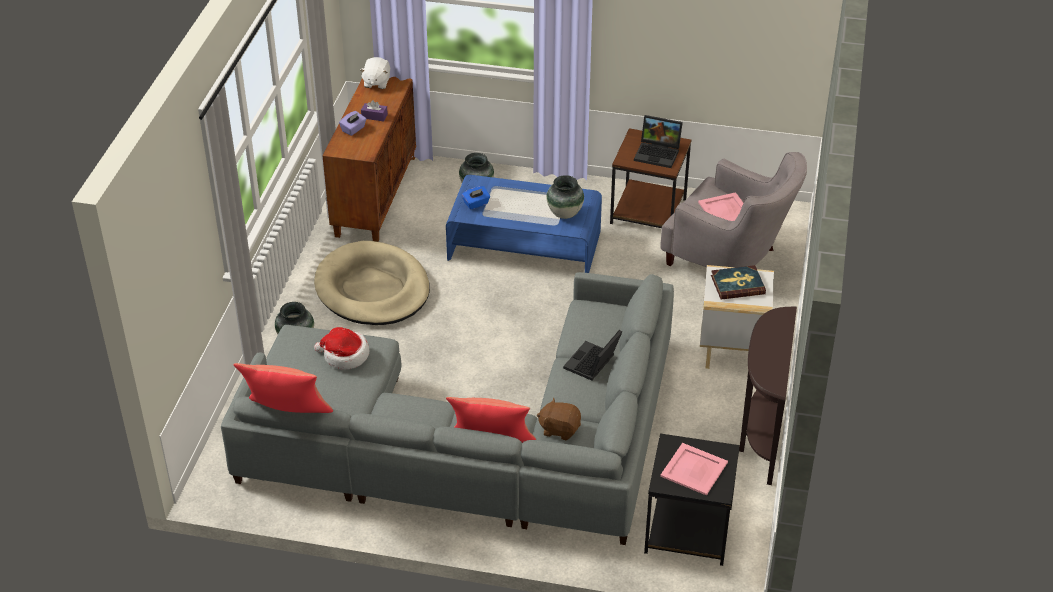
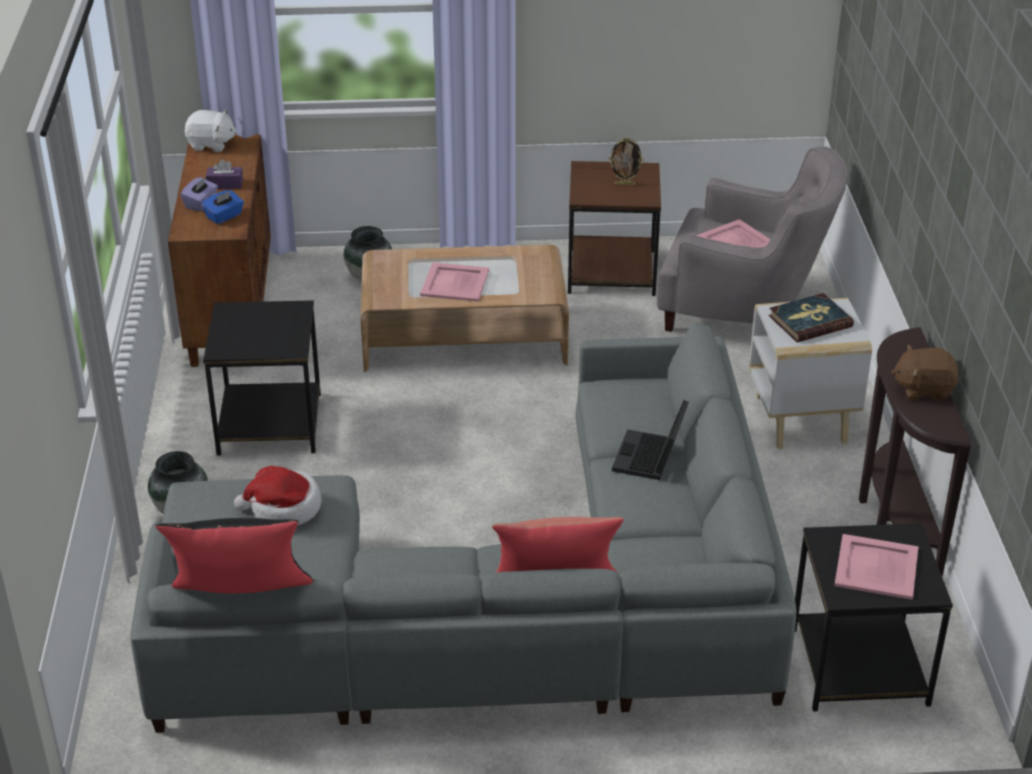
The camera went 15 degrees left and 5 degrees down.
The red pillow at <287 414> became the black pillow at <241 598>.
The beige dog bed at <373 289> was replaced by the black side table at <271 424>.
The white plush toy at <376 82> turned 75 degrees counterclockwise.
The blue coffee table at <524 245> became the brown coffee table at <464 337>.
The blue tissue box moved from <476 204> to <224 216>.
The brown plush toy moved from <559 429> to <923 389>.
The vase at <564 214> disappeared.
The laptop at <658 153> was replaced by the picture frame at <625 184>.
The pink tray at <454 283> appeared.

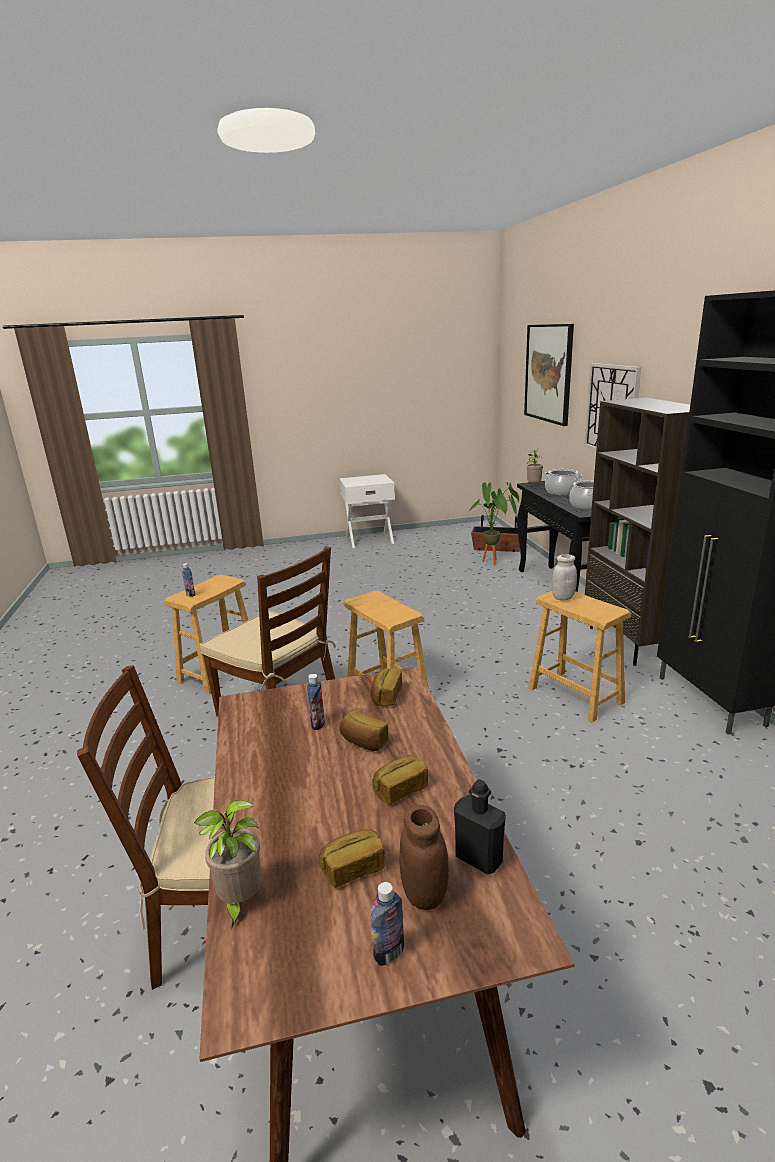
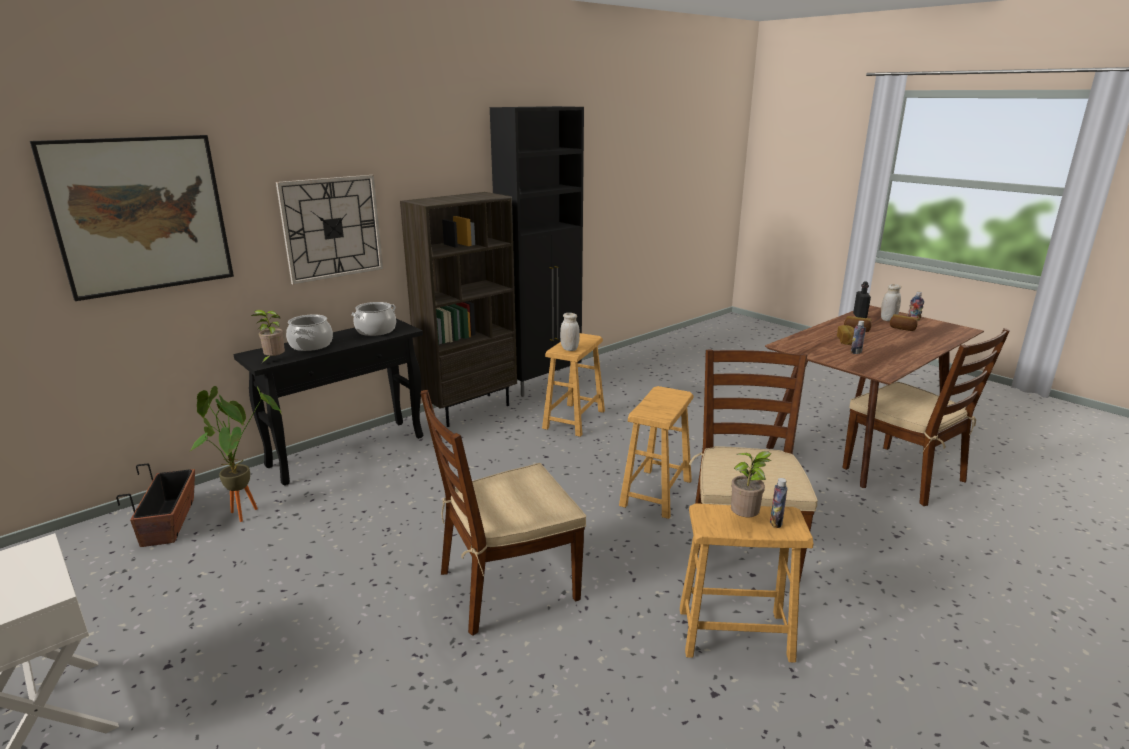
The camera went 120 degrees left and 0 degrees up.
The potted plant moved from <240 902> to <745 519>.
The bread at <385 696> disappeared.
The brown jar at <424 894> became the white jar at <888 319>.
The brown chair at <507 586> appeared.

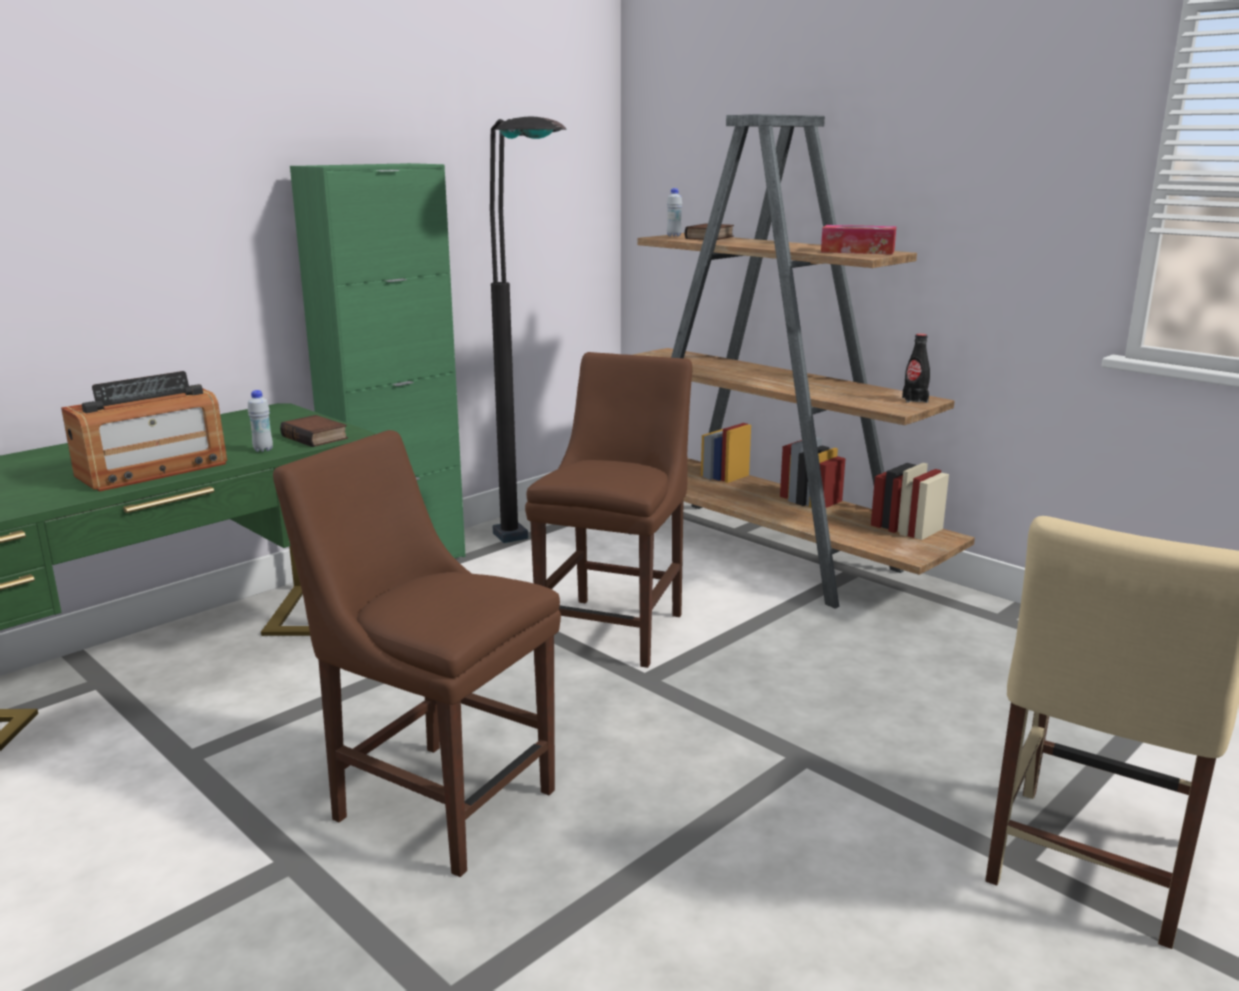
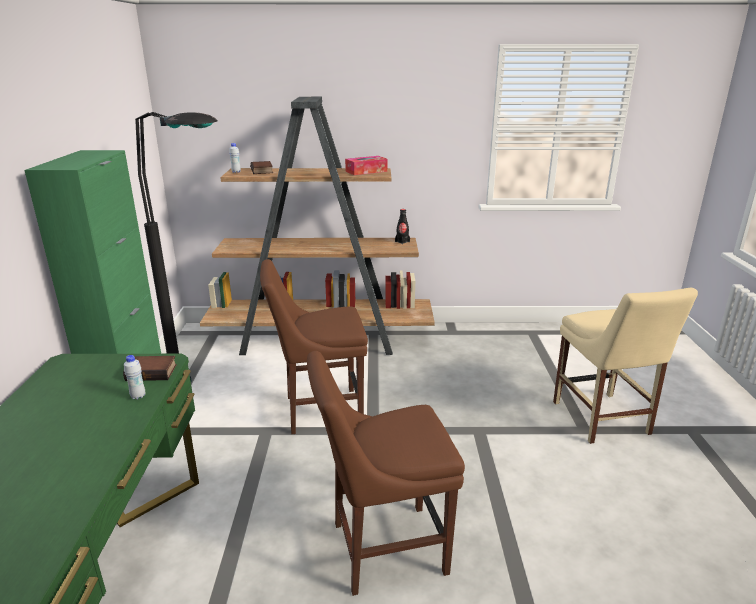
The camera went 45 degrees left and 5 degrees up.
The radio at <152 470> disappeared.
The brown chair at <615 628> turned 75 degrees counterclockwise.

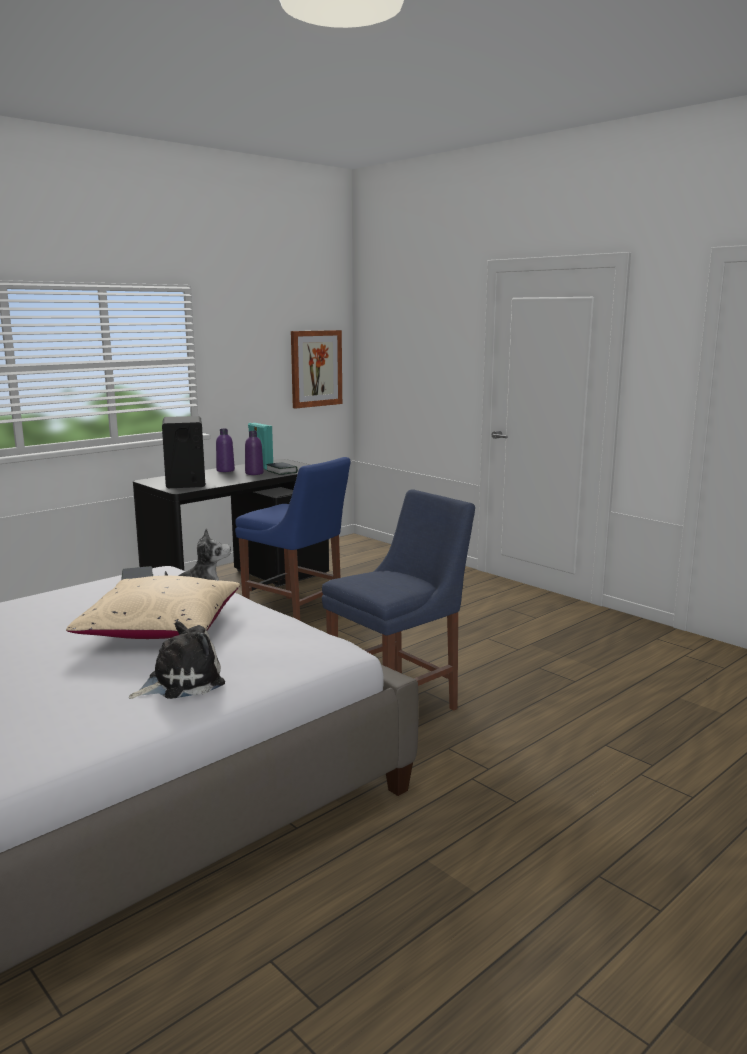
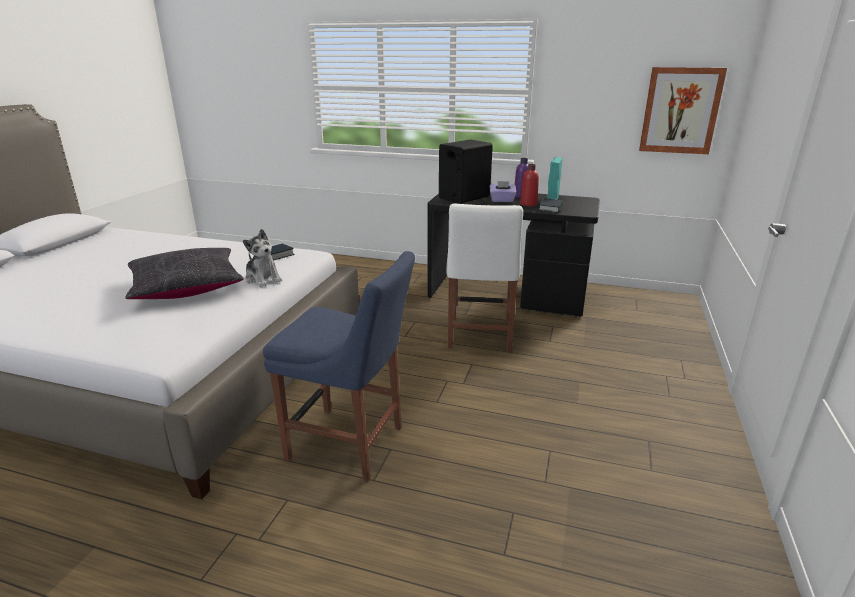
The camera went 60 degrees right and 10 degrees up.
The beige pillow at <161 629> became the black pillow at <187 287>.
The plush toy at <181 682> disappeared.
The blue chair at <296 614> became the white chair at <479 336>.
The purple bottle at <254 473> became the red bottle at <528 204>.
The purple tissue box at <502 200> appeared.

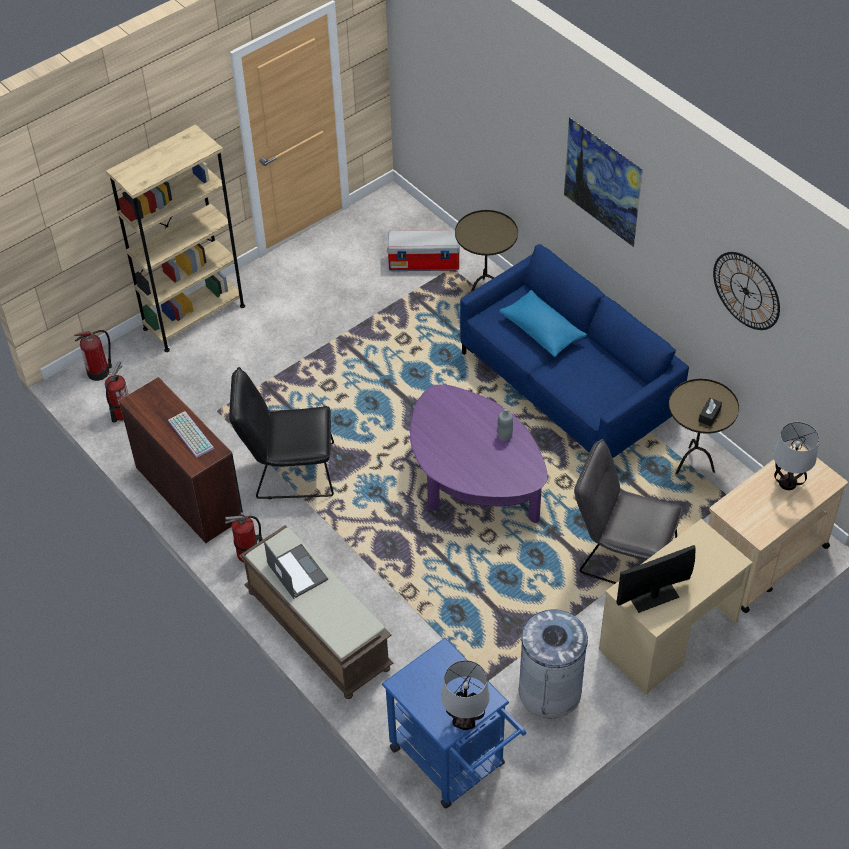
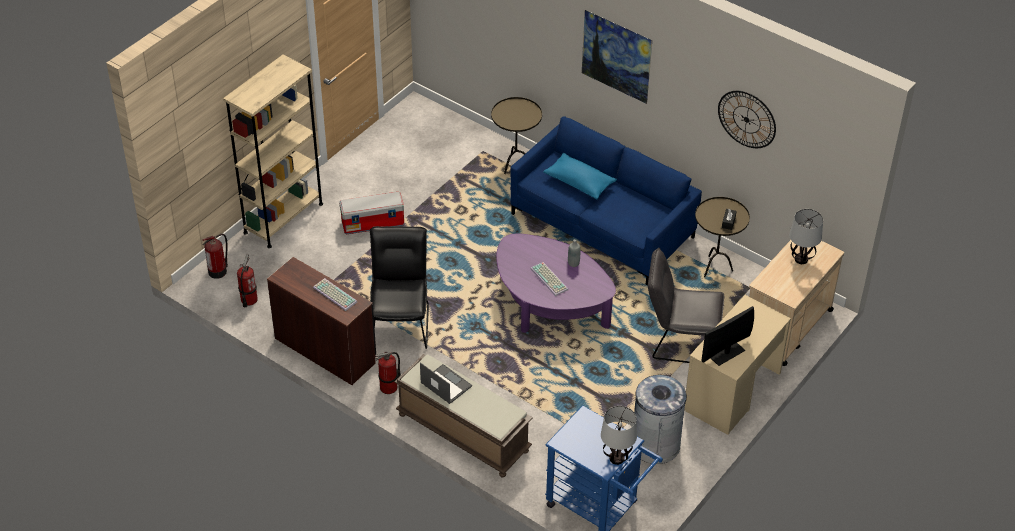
The camera went 15 degrees left and 5 degrees down.
The black chair at <288 471> turned 105 degrees clockwise.
The storage box moved from <424 262> to <373 223>.
The keyboard at <550 279> appeared.

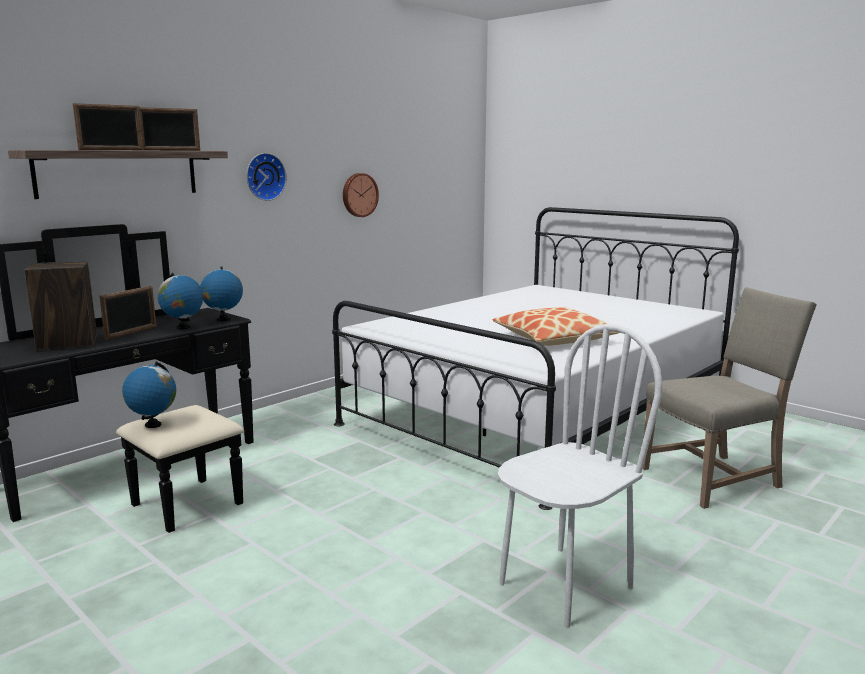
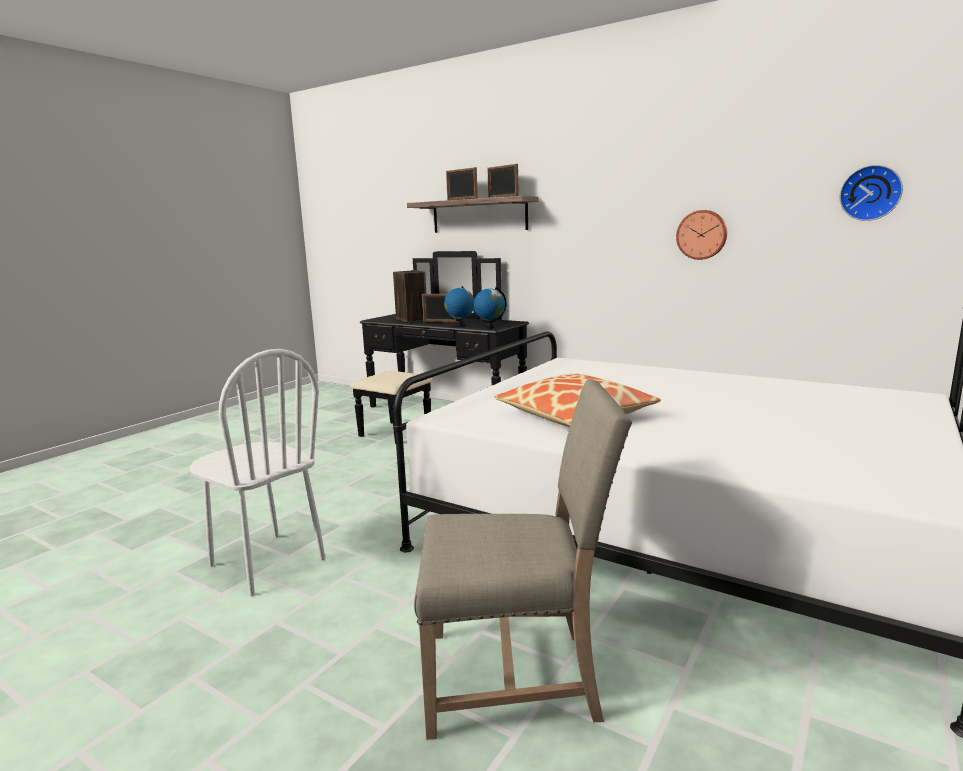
The camera went 80 degrees right and 0 degrees up.
The globe at <153 425> disappeared.
The wall clock moved from <264 176> to <870 193>.
The beige chair at <715 478> turned 60 degrees counterclockwise.

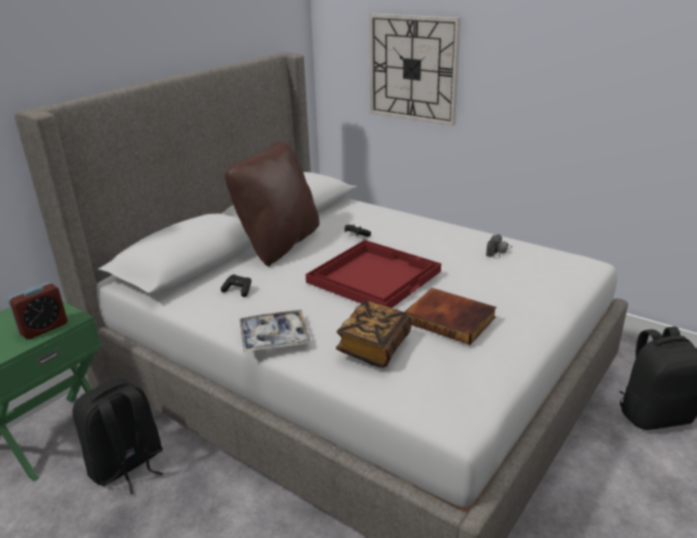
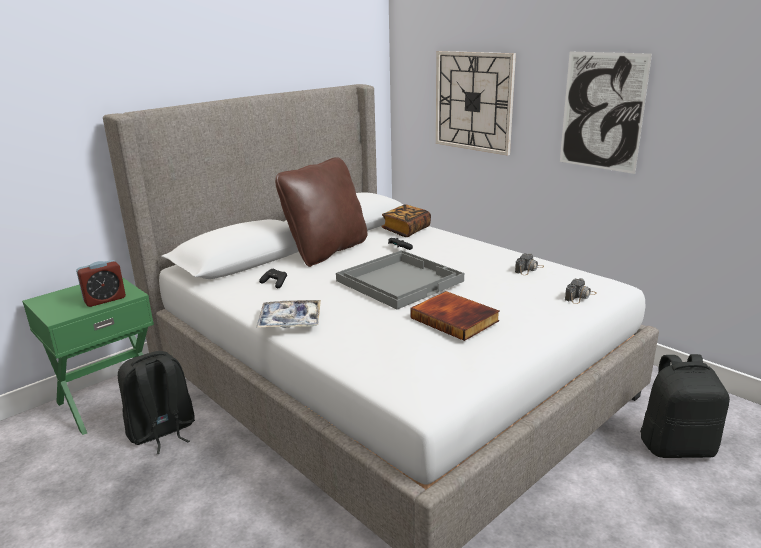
The camera went 10 degrees right and 5 degrees down.
The red tray at <373 276> became the grey tray at <399 280>.
The book moved from <374 347> to <406 230>.
The picture at <602 112> appeared.
The photo camera at <580 296> appeared.

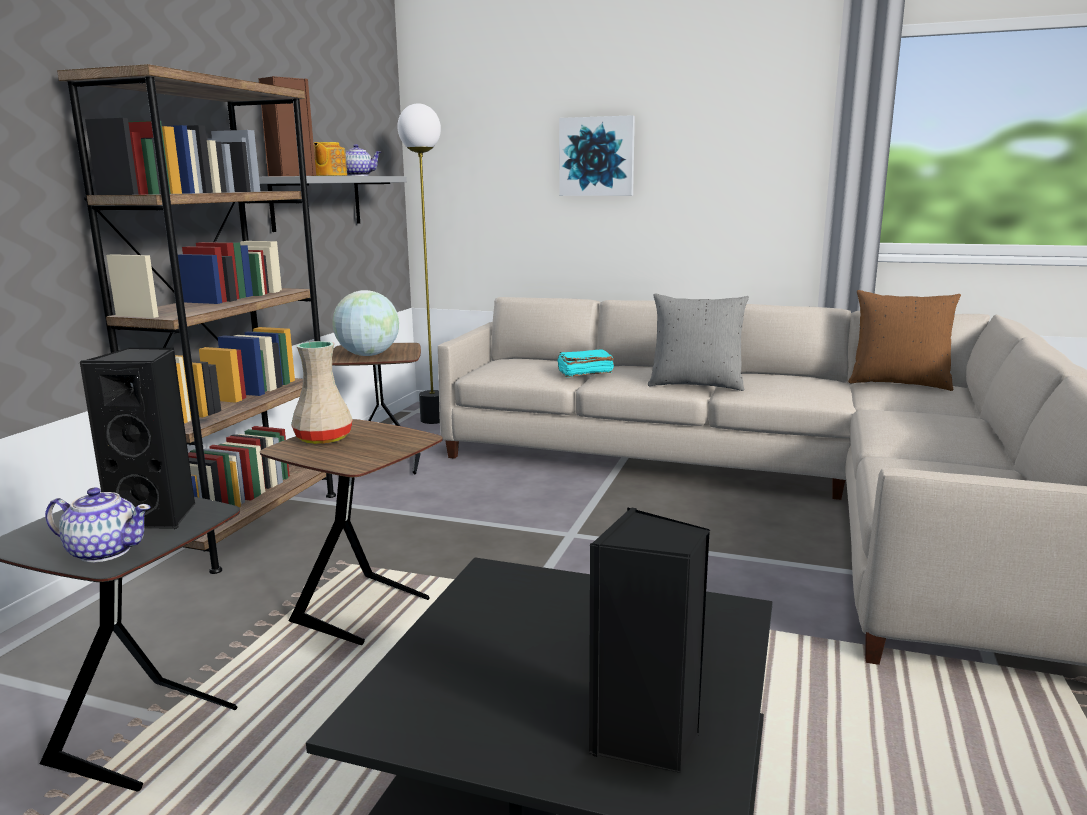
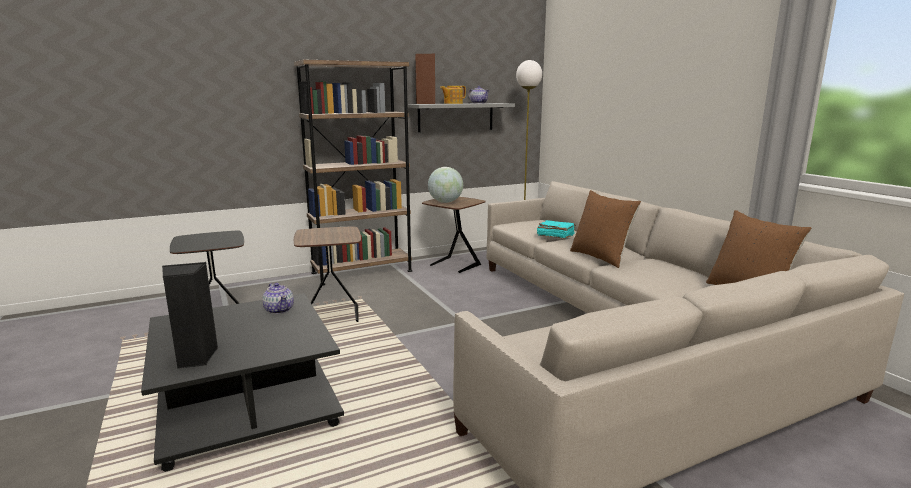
The camera went 45 degrees right and 0 degrees up.
The teapot moved from <104 551> to <279 310>.
The black speaker at <158 516> disappeared.
The beige vase at <324 438> disappeared.
The picture at <597 156> disappeared.
The grey pillow at <696 385> became the brown pillow at <601 257>.

